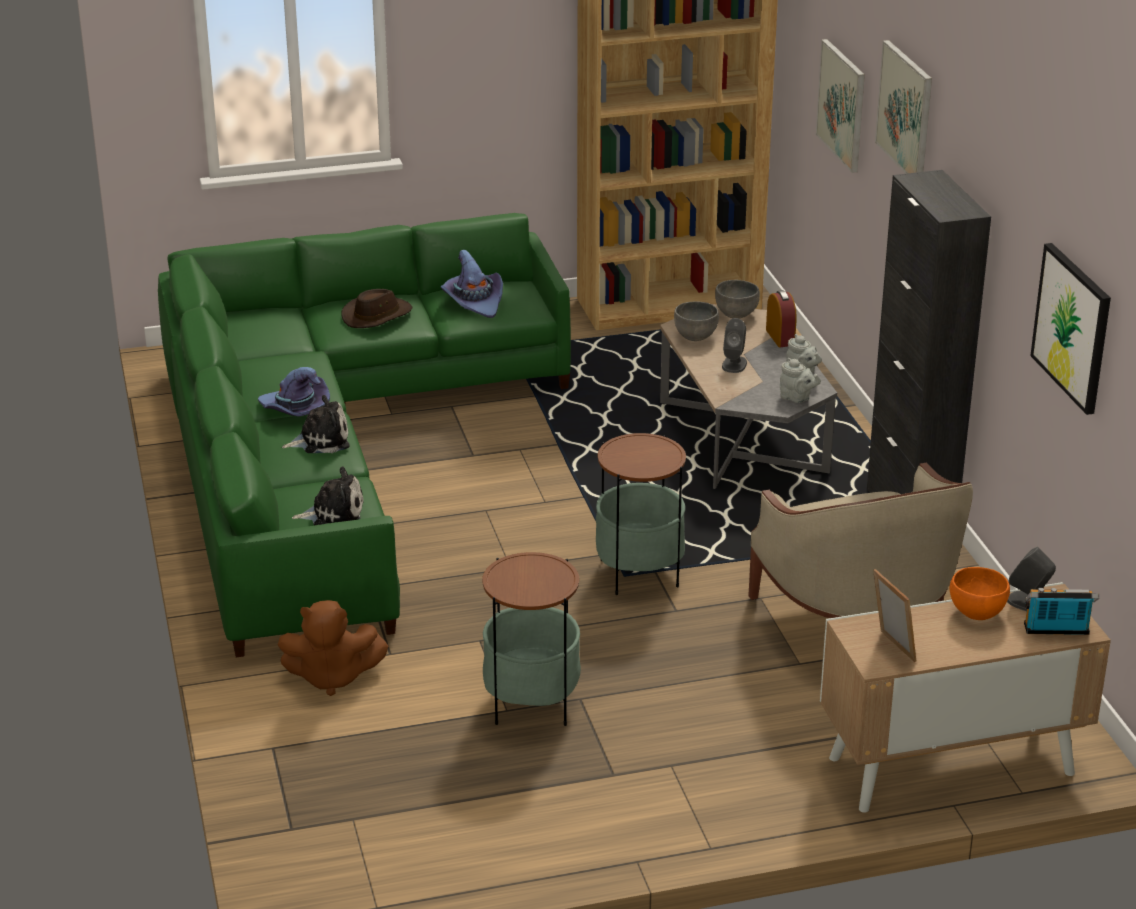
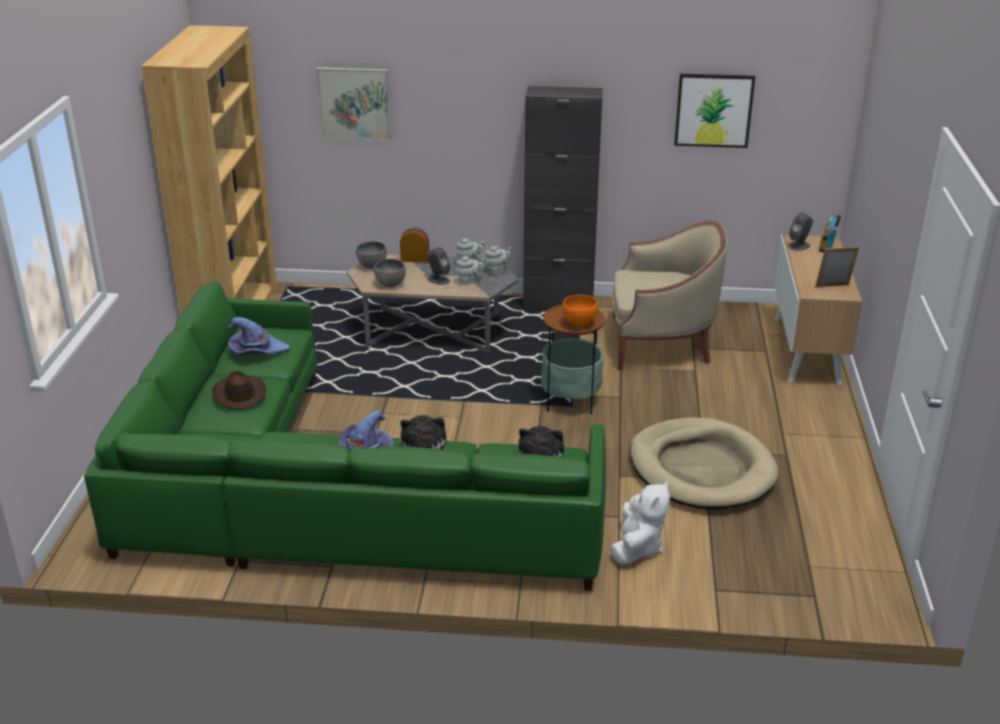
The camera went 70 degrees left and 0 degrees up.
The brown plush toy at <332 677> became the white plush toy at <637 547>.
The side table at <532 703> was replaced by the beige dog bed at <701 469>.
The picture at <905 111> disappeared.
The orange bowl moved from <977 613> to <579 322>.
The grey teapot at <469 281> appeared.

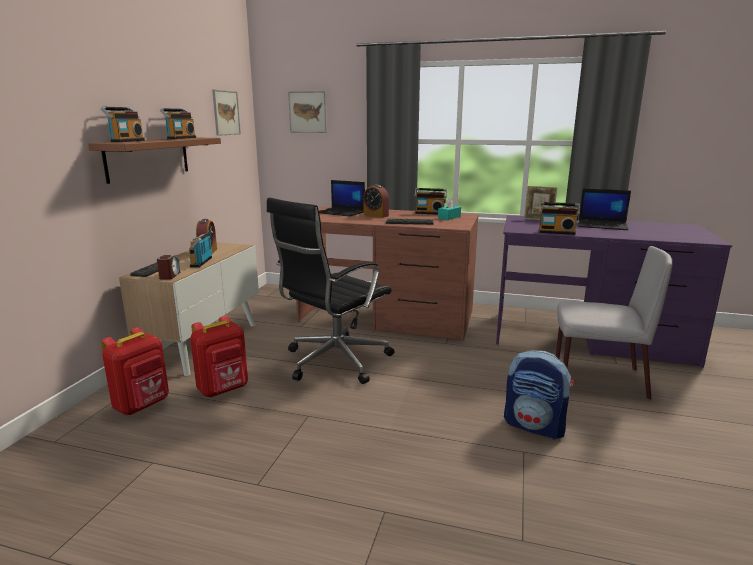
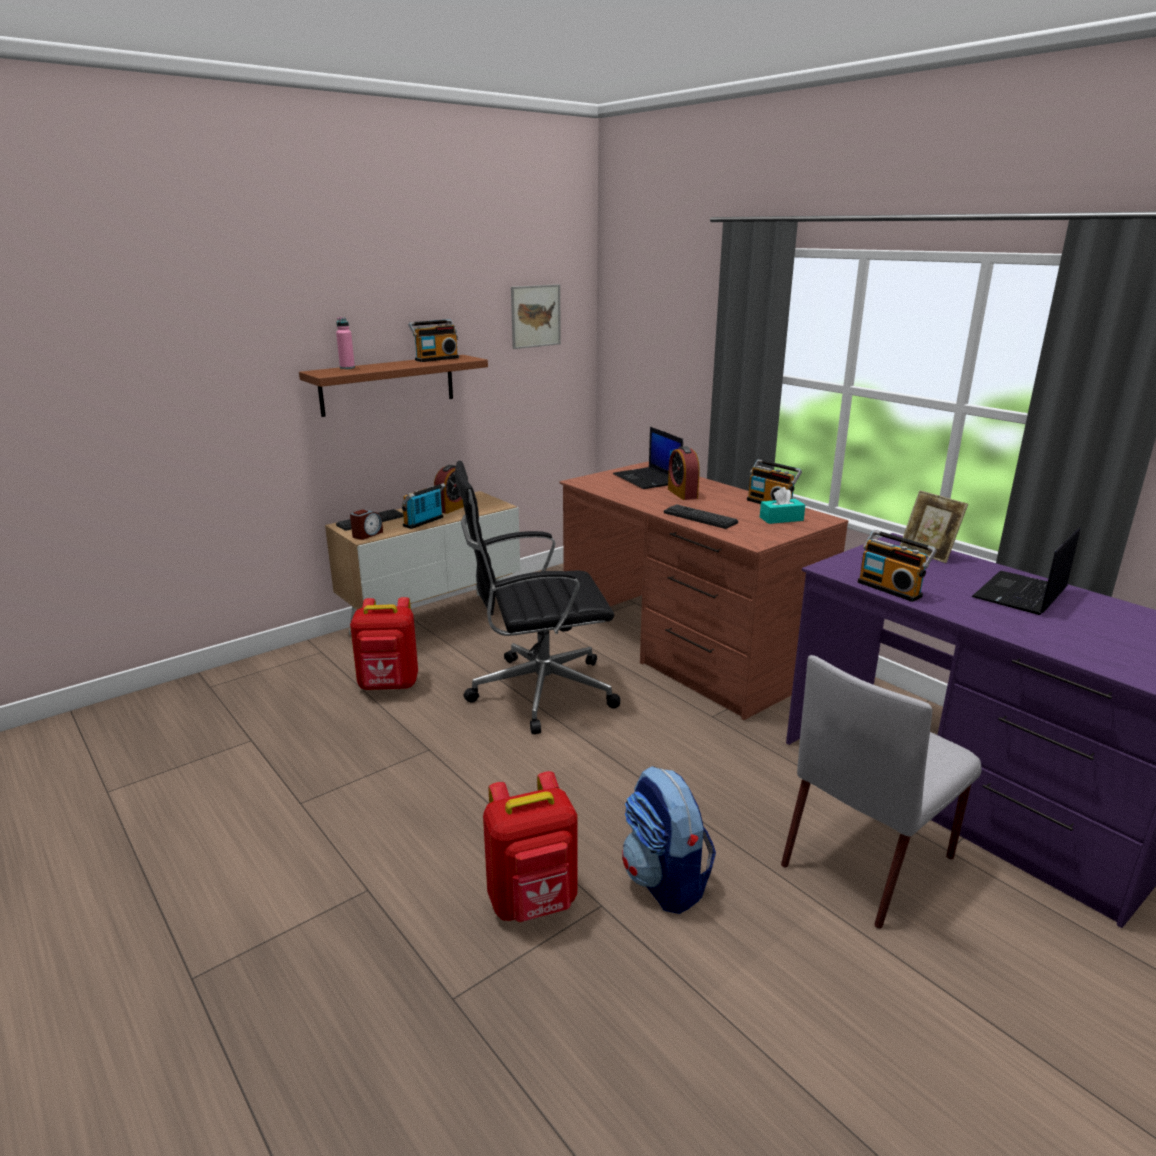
The camera went 35 degrees right and 5 degrees up.
The radio at <126 141> was replaced by the pink bottle at <347 368>.
The red backpack moved from <143 405> to <534 903>.
The picture at <308 112> disappeared.
The grey chair at <597 379> turned 90 degrees clockwise.
The laptop at <603 225> turned 75 degrees clockwise.

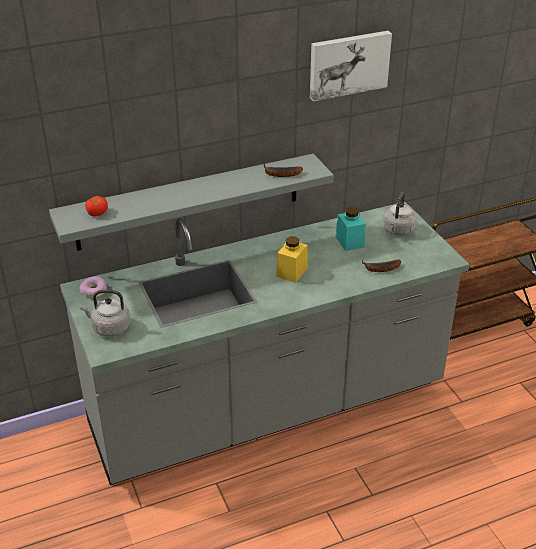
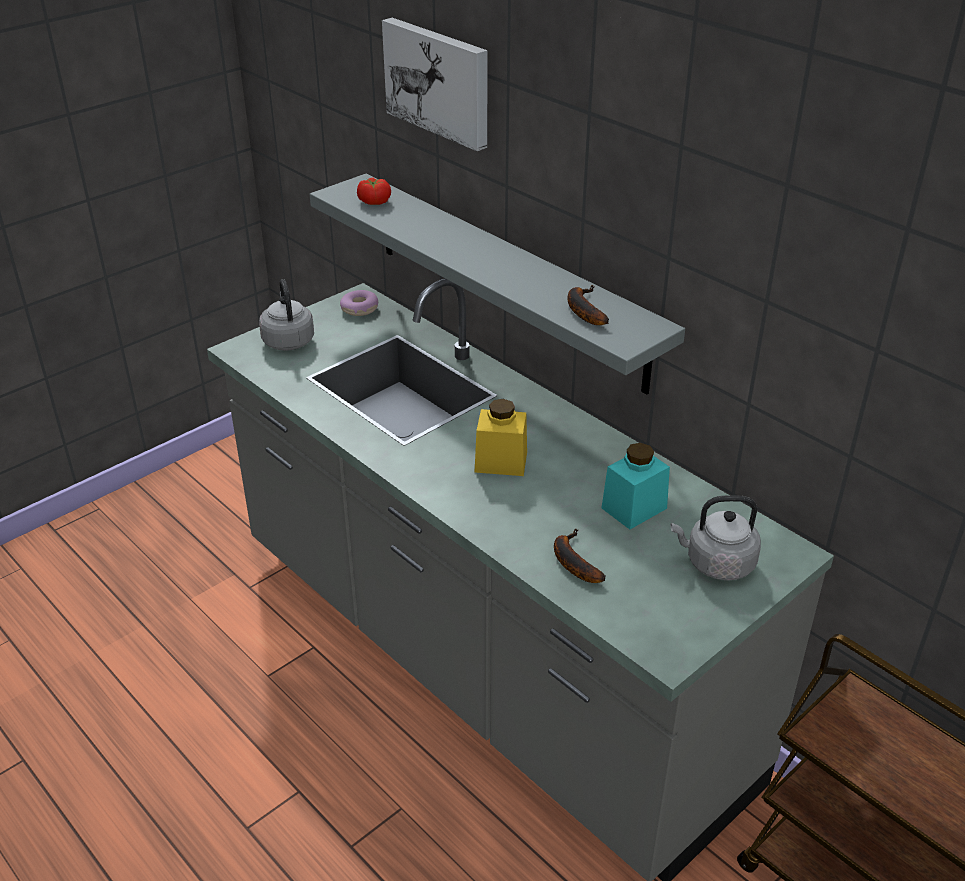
The camera went 70 degrees right and 0 degrees up.
The picture moved from <348 64> to <439 81>.

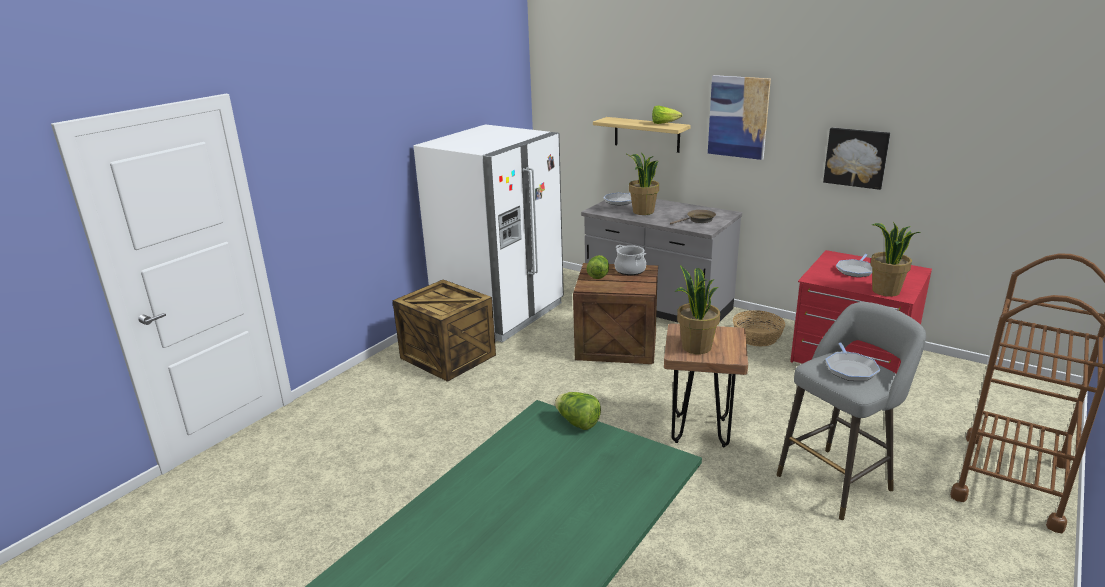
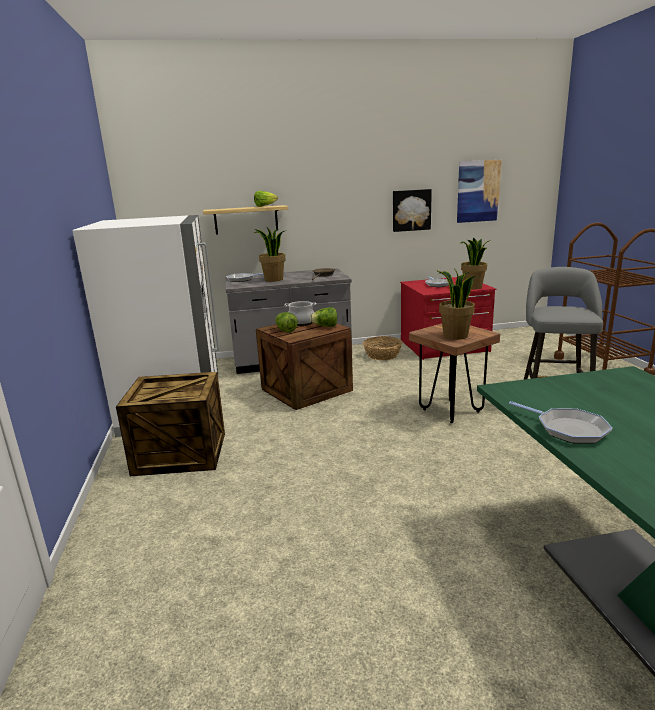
The camera went 45 degrees left and 5 degrees down.
The lettuce moved from <577 422> to <325 326>.
The picture moved from <738 117> to <478 191>.
The frying pan moved from <850 369> to <568 429>.

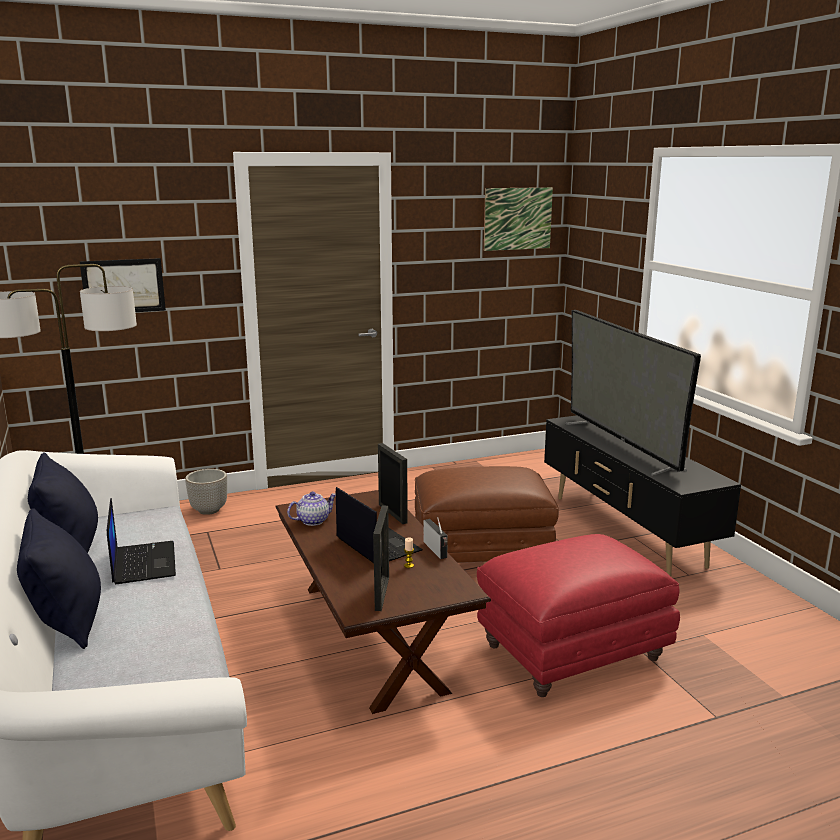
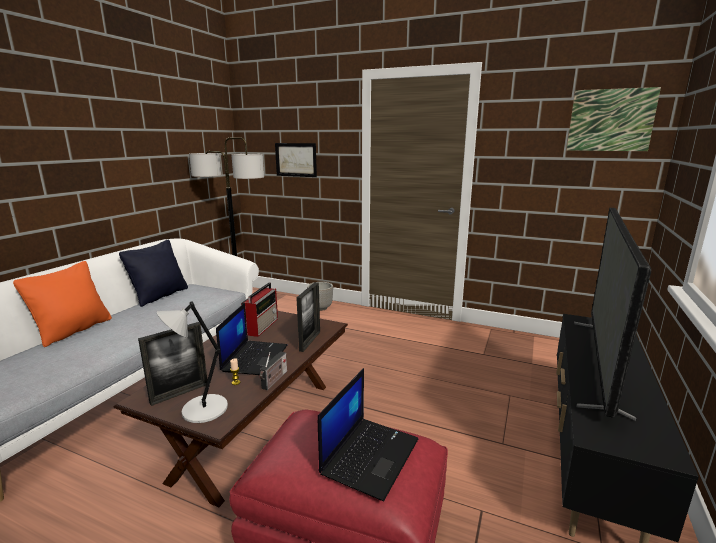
The camera went 45 degrees right and 0 degrees up.
The black pillow at <67 622> became the orange pillow at <74 331>.
The laptop moved from <143 563> to <370 455>.
The teapot at <313 520> was replaced by the radio at <262 326>.
The brown ottoman at <482 556> disappeared.
The grey table lamp at <202 410> appeared.

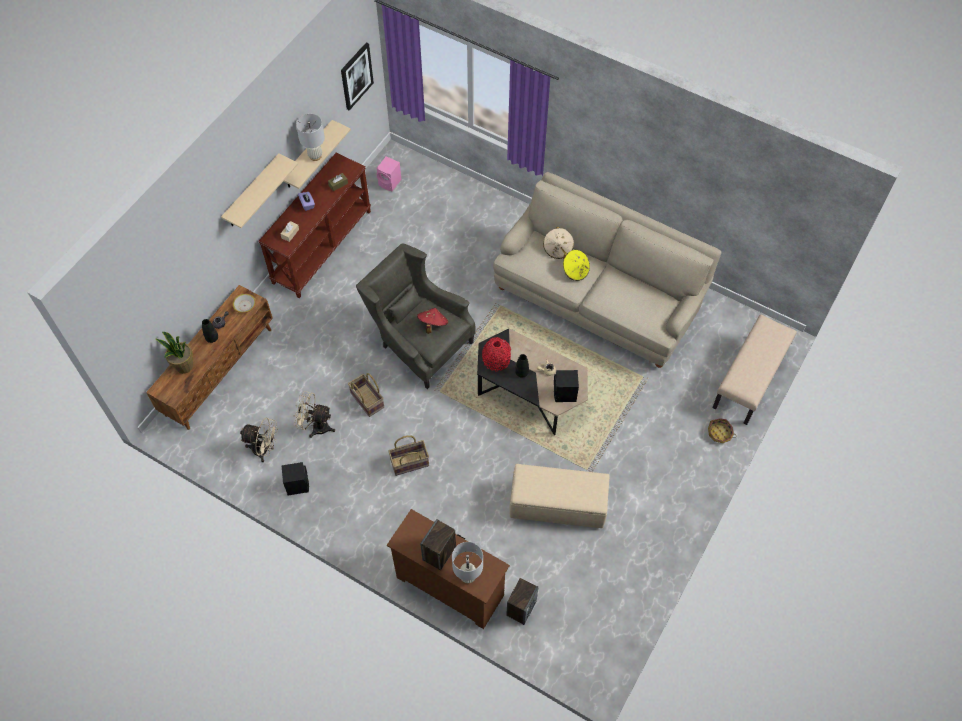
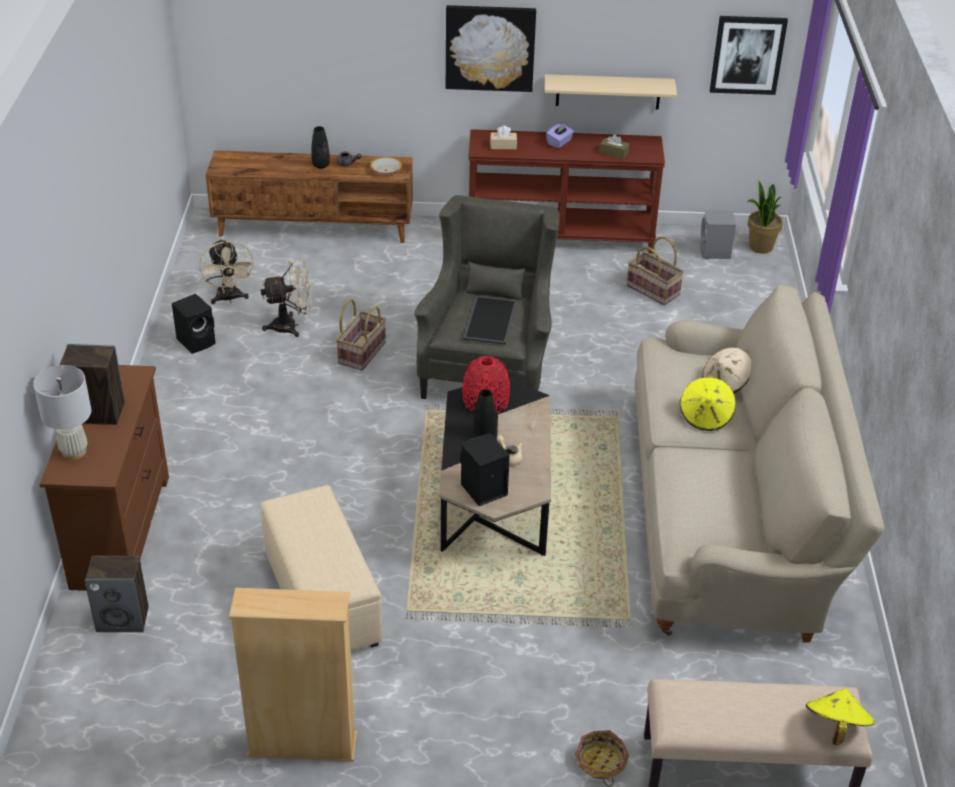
The camera went 60 degrees right and 20 degrees down.
The potted plant moved from <183 366> to <760 247>.
The beige shelf at <252 192> was replaced by the picture at <490 47>.
The beige fan at <316 426> turned 90 degrees clockwise.
The white table lamp at <315 156> disappeared.
The pink speaker at <390 183> became the grey speaker at <715 252>.
The basket moved from <409 462> to <653 290>.
The red hat at <432 324> was replaced by the tray at <489 320>.
The beige bookcase at <302 745> appeared.
The yellow hat at <835 727> appeared.

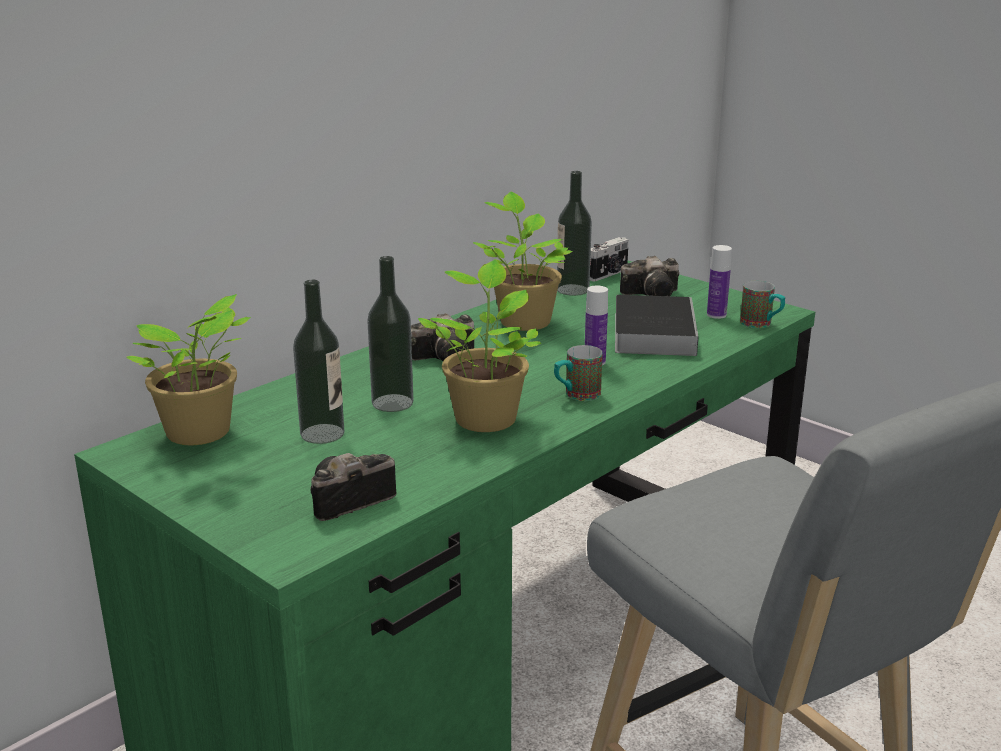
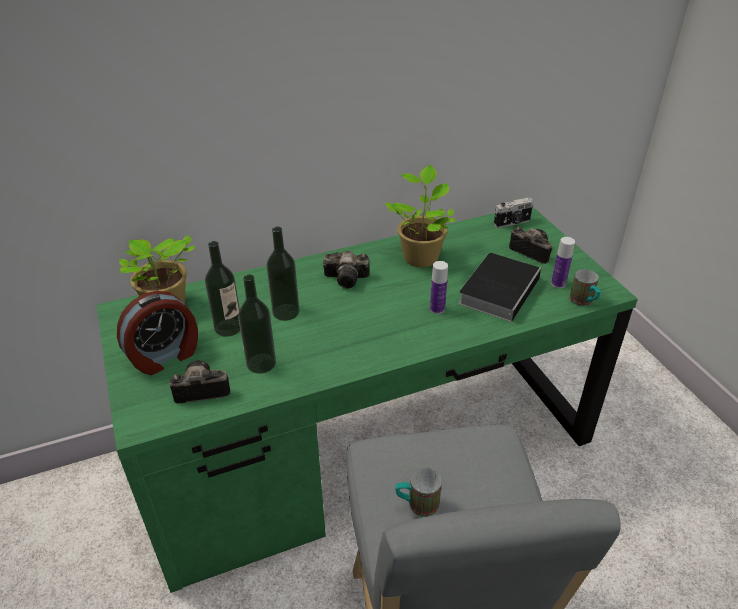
The camera went 25 degrees right and 15 degrees up.
The potted plant at <485 417> disappeared.
The mug moved from <576 395> to <417 504>.
The bottle moved from <572 290> to <261 363>.
The photo camera at <654 294> turned 150 degrees counterclockwise.
The alarm clock at <165 356> appeared.

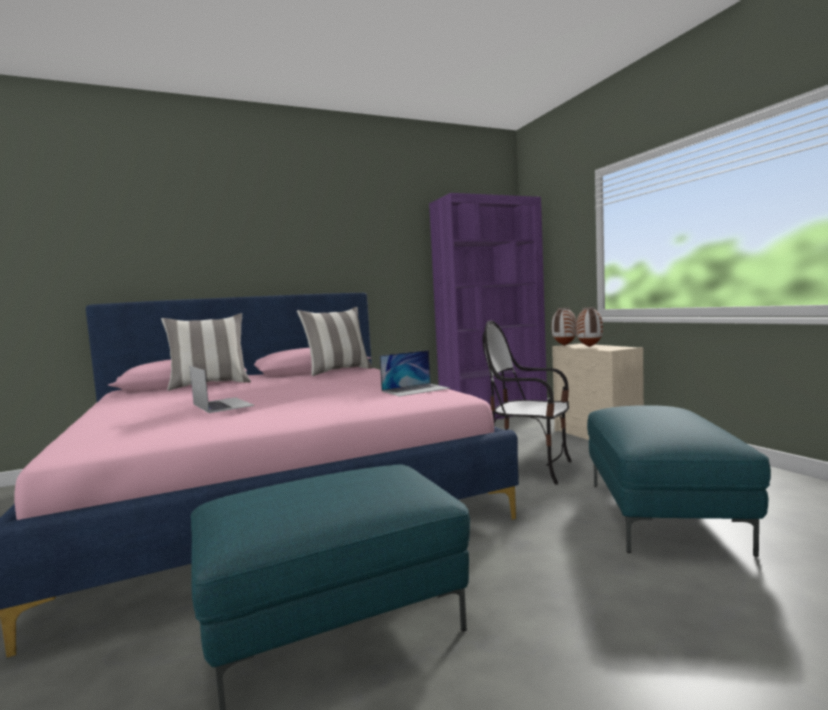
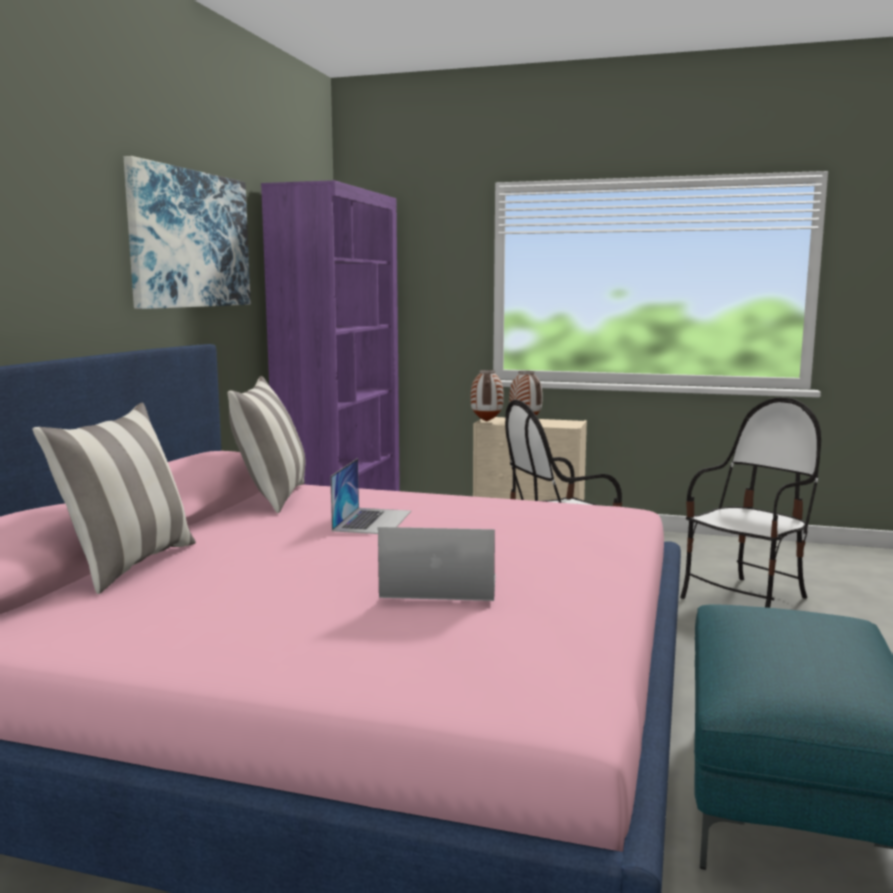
The camera went 50 degrees left and 5 degrees up.
The laptop moved from <415 389> to <372 520>.
The turquoise ottoman at <664 515> was replaced by the chair at <747 600>.
The picture at <190 239> appeared.

